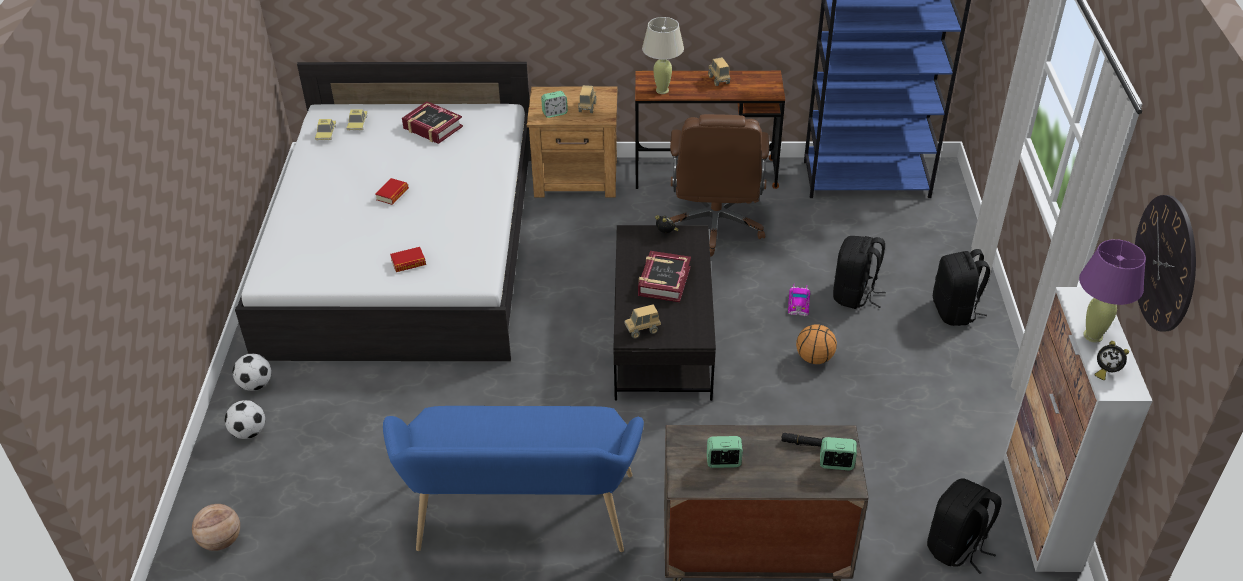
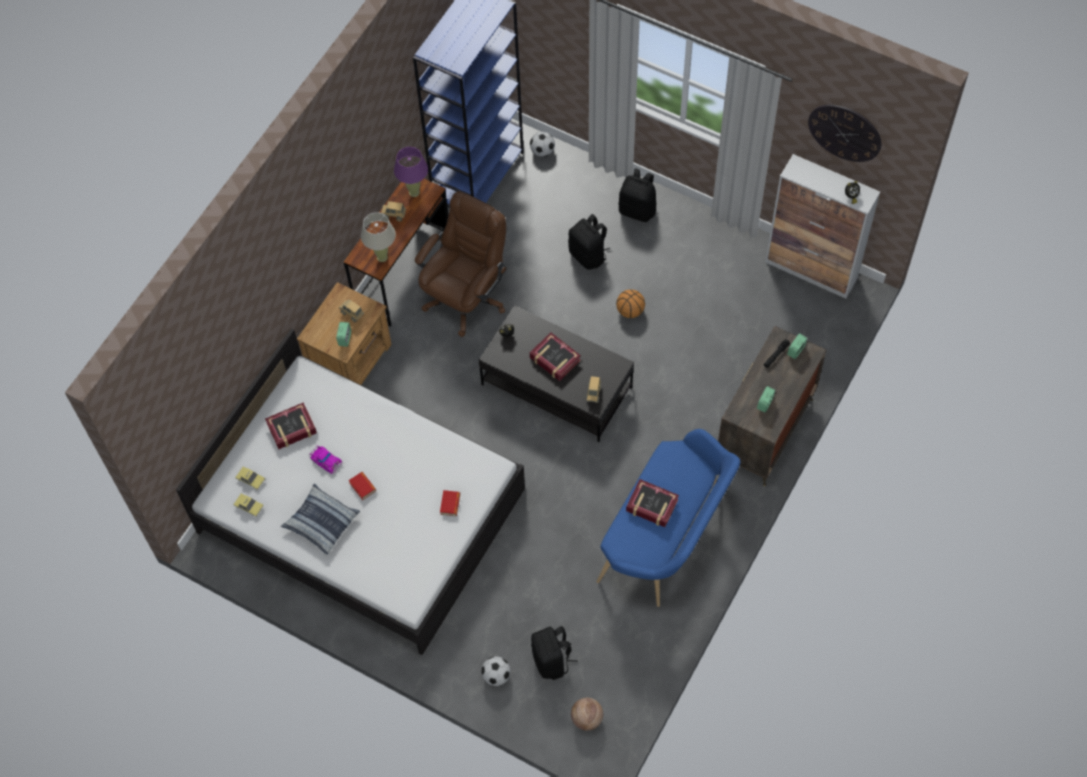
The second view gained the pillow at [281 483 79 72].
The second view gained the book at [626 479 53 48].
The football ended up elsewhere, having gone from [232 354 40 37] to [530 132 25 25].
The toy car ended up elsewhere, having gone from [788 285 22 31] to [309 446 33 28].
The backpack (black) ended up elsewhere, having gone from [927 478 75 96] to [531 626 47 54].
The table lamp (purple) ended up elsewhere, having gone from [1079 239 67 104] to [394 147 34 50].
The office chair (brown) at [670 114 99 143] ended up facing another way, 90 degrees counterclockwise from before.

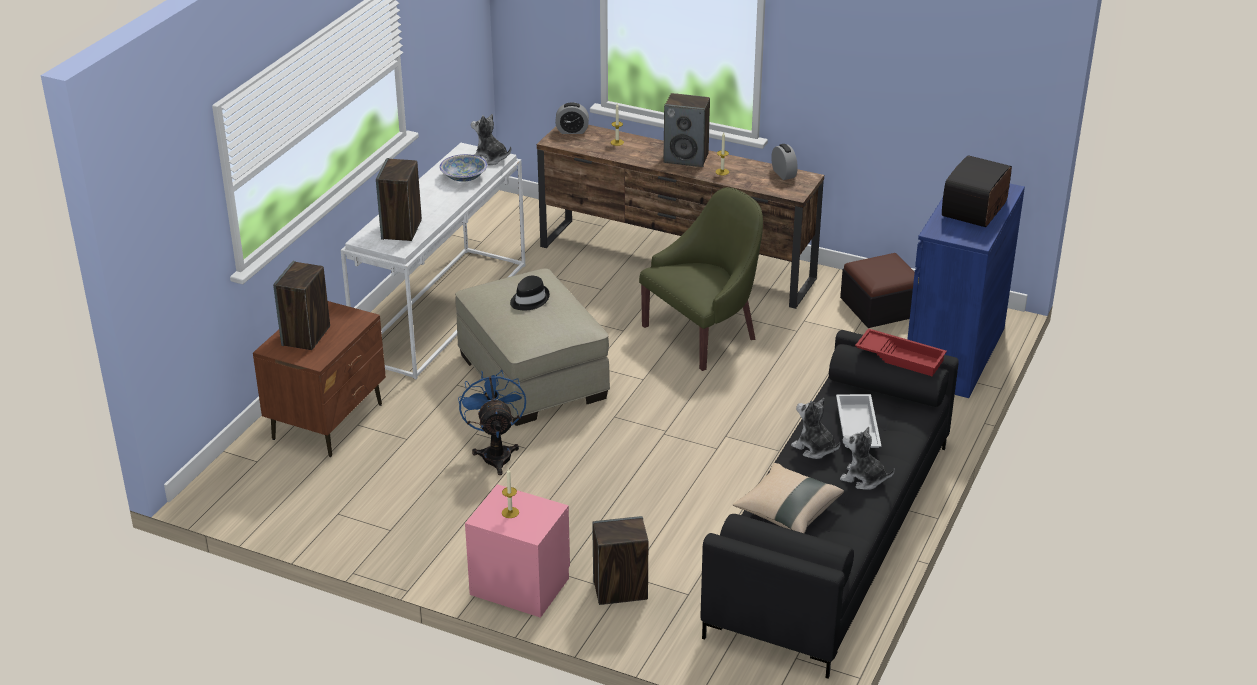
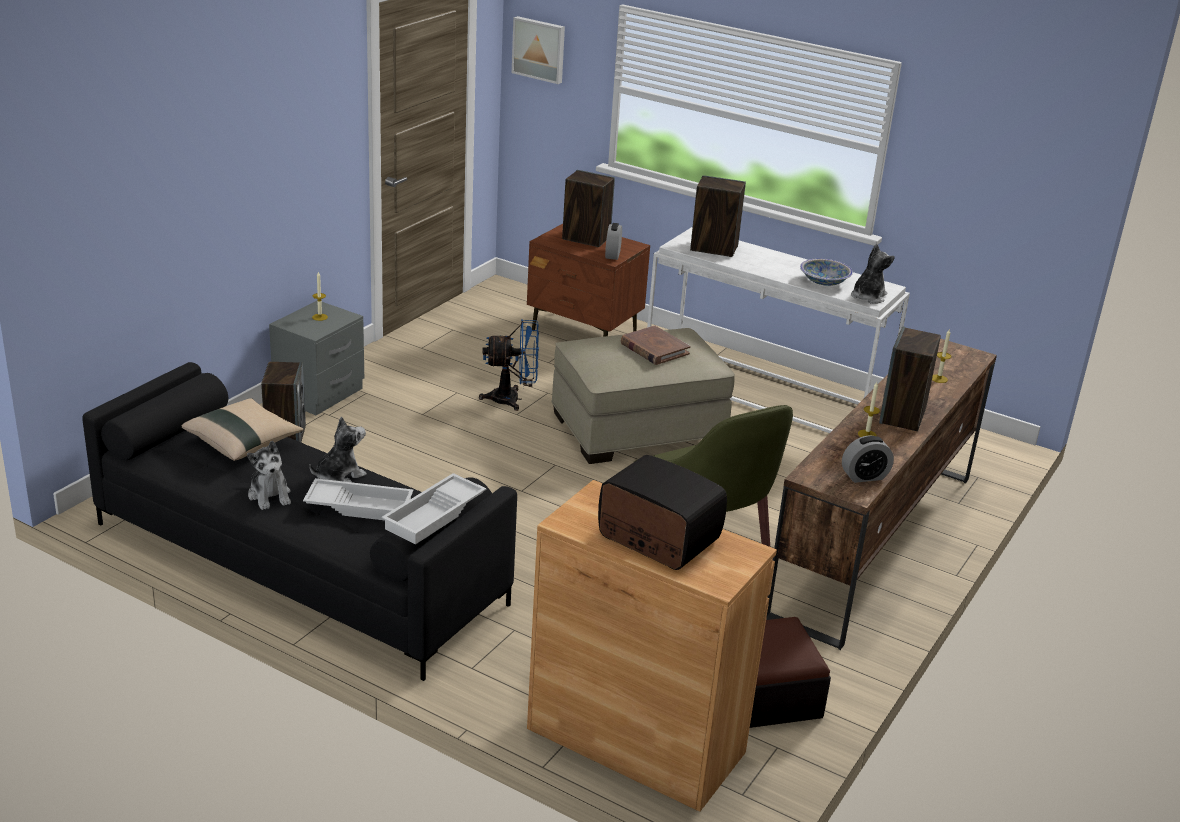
The second view gained the picture at [512 16 53 68].
The alarm clock ended up elsewhere, having gone from [555 102 34 32] to [605 223 17 37].
Where the hat (black) stood at [510 276 40 34], the book (brown) came to stand at [621 325 70 40].
What was the nightstand (pink) at [465 484 105 134] turned into the nightstand (grey) at [269 301 95 114].
What was the tray (red) at [855 328 92 48] turned into the tray (white) at [382 473 104 72].
What was the cabinet (blue) at [908 184 117 214] turned into the cabinet (brown) at [527 480 250 332].
The plush toy at [840 426 55 64] ended up facing another way, 120 degrees clockwise from before.

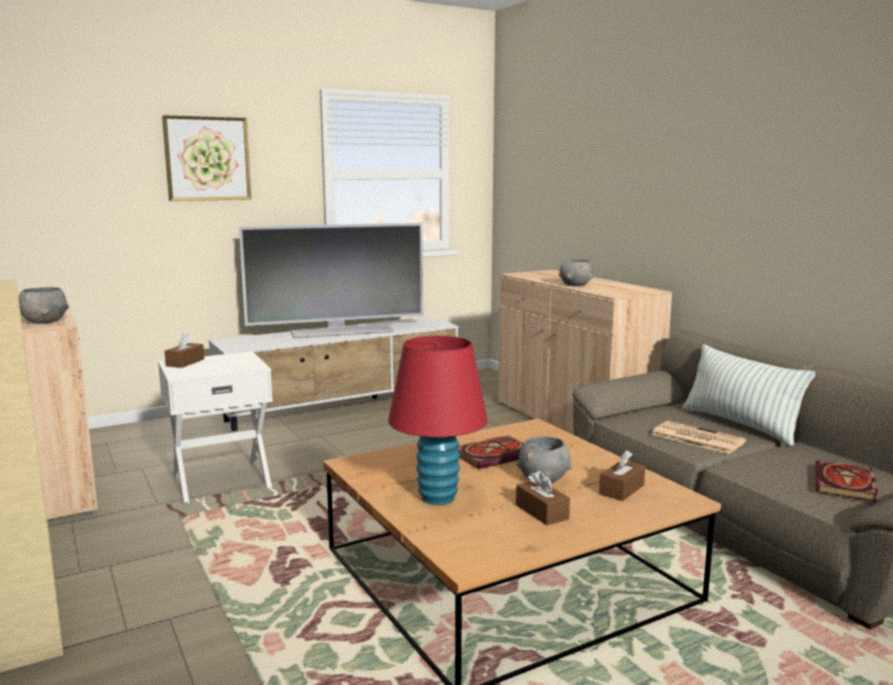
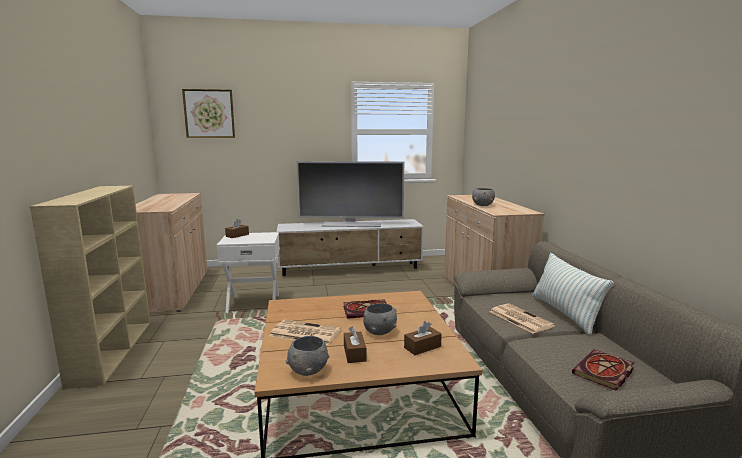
The bowl (grey) ended up elsewhere, having gone from [19 287 50 36] to [286 336 44 40].
The picture ended up elsewhere, having gone from [162 115 89 86] to [182 89 53 49].
Where the table lamp (red) stood at [388 336 100 169], the newspaper came to stand at [269 320 72 25].

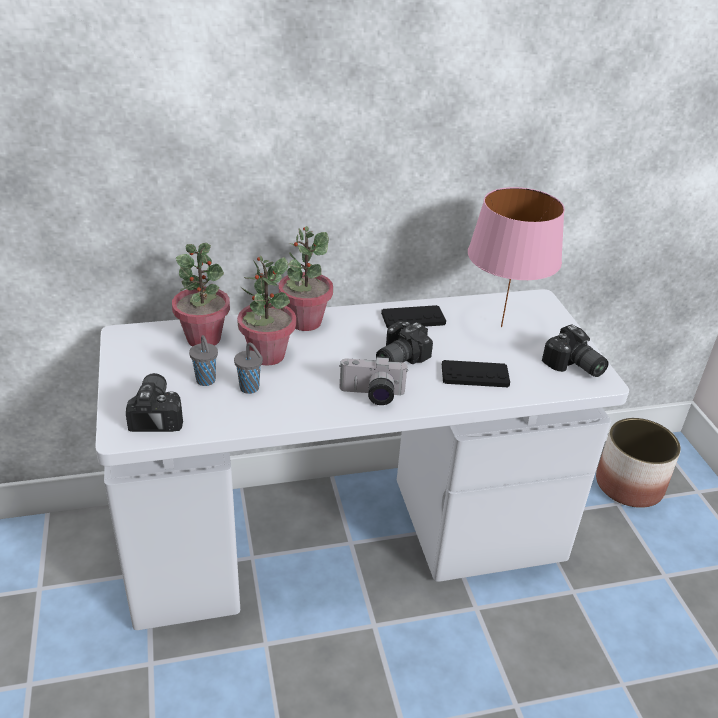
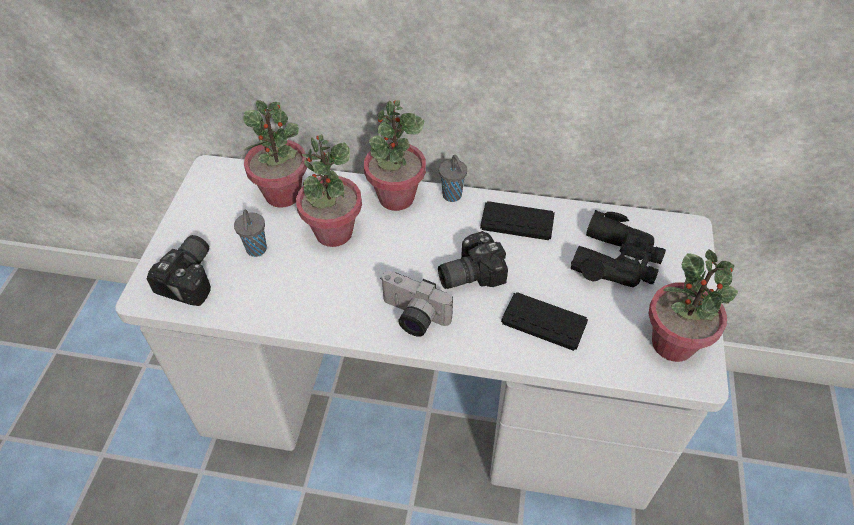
The second view lost the planter at [596 418 85 90].
The cup (grey) ended up elsewhere, having gone from [234 342 29 52] to [439 155 28 47].
Where the table lamp (pink) stood at [468 187 97 140], the binoculars (black) came to stand at [571 210 95 77].
Where the photo camera stood at [542 324 67 53], the potted plant came to stand at [648 249 90 113].

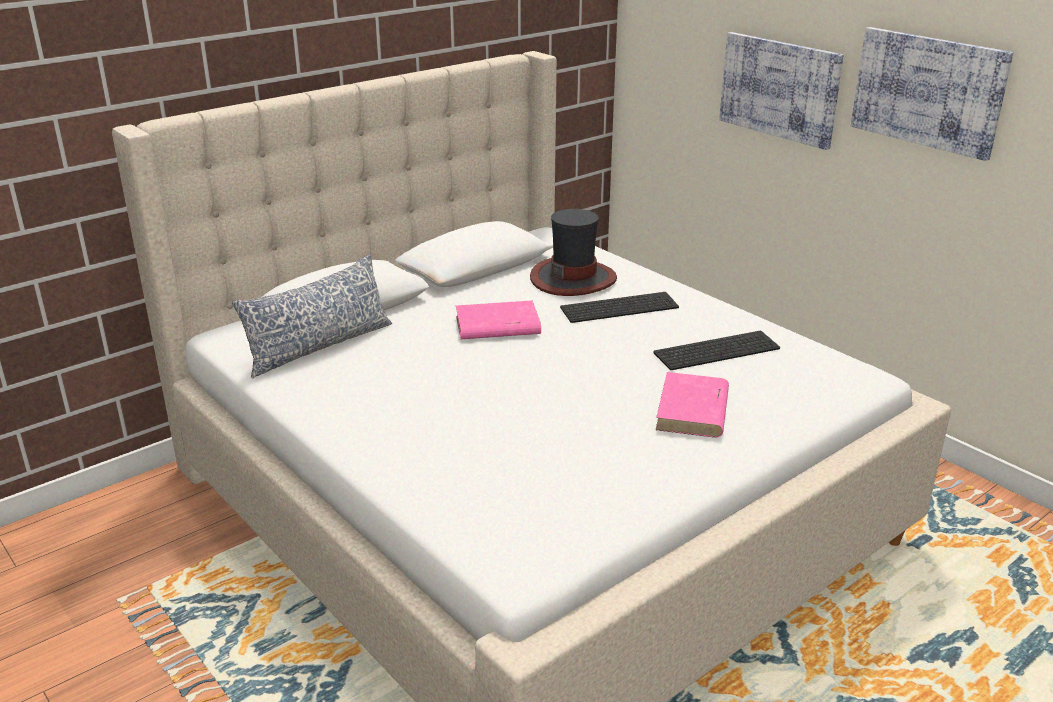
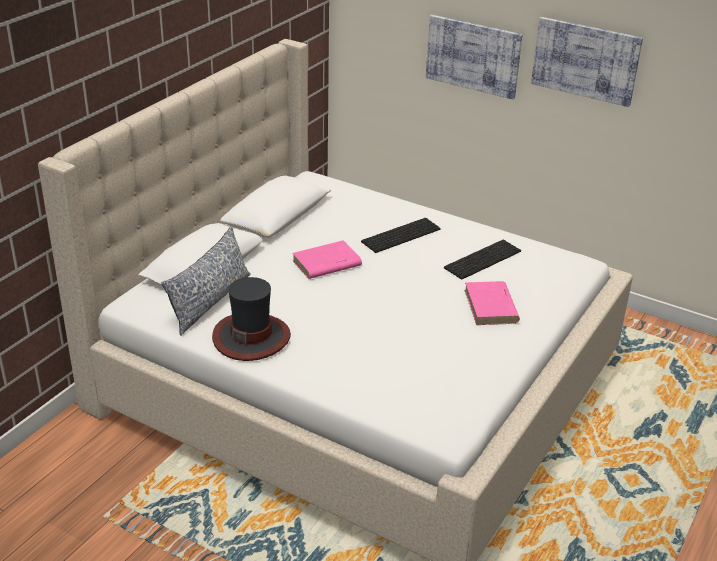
The hat ended up elsewhere, having gone from [530 209 87 87] to [212 277 79 84].

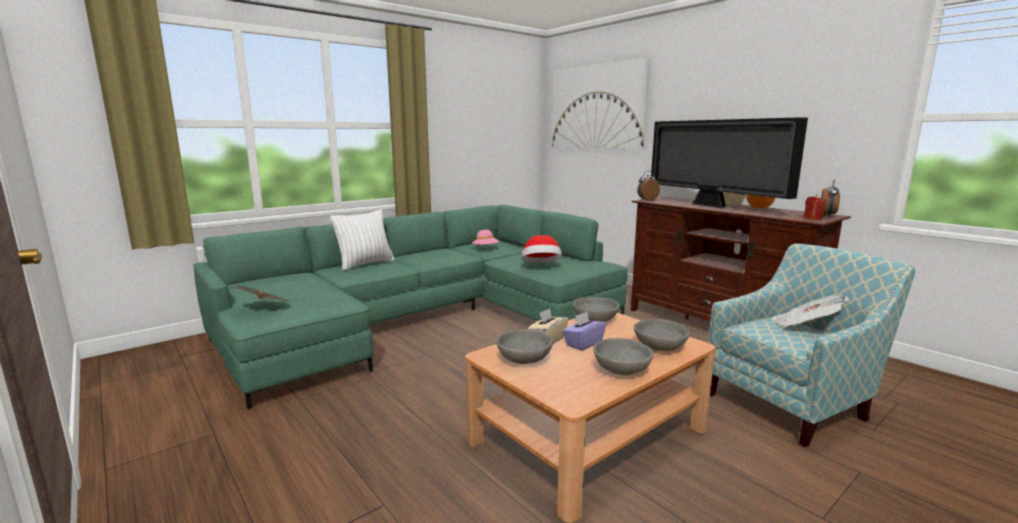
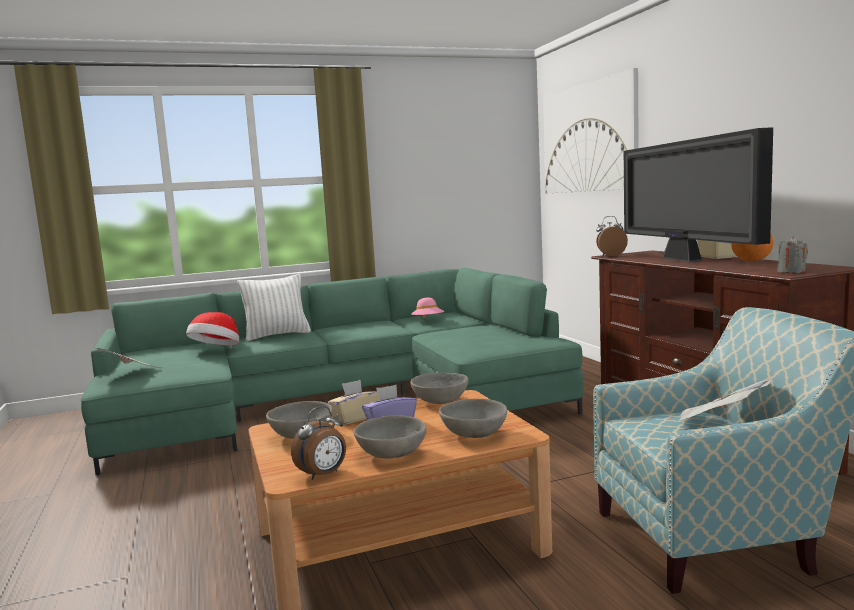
The hat ended up elsewhere, having gone from [521 235 41 28] to [186 312 53 34].
The alarm clock ended up elsewhere, having gone from [821 179 19 38] to [291 406 55 74].
What was the candle (red) at [803 194 23 26] turned into the candle (grey) at [778 236 30 37].

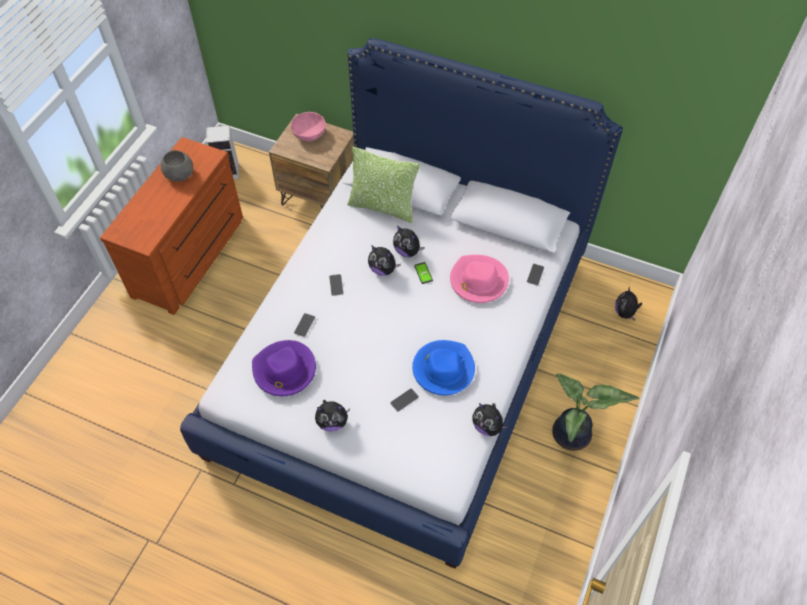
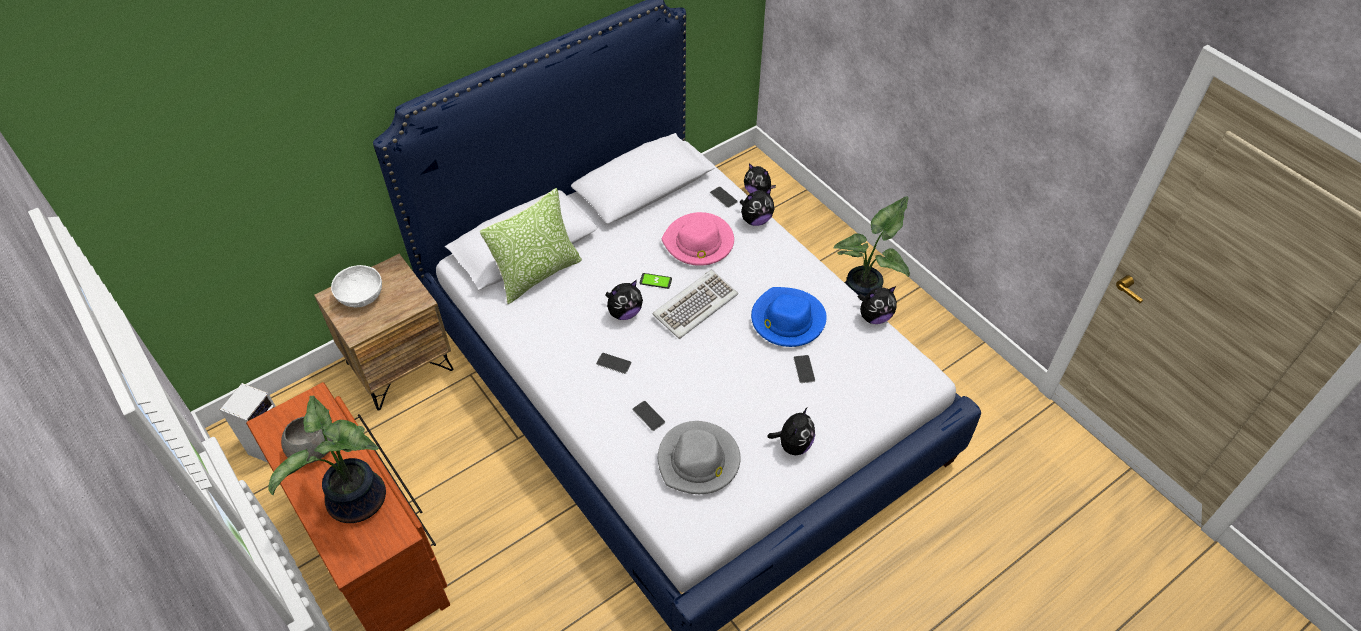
The second view gained the potted plant at [268 396 118 127].
The second view gained the keyboard at [652 270 86 69].
The plush toy ended up elsewhere, having gone from [393 226 32 31] to [739 188 35 38].
What was the hat (purple) at [252 340 64 56] turned into the hat (grey) at [658 421 83 73].
What was the bowl (pink) at [290 112 36 29] turned into the bowl (white) at [331 265 51 42].

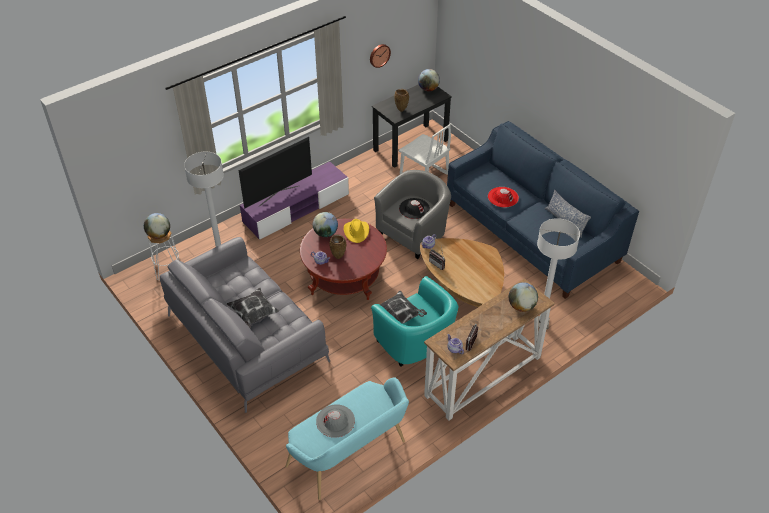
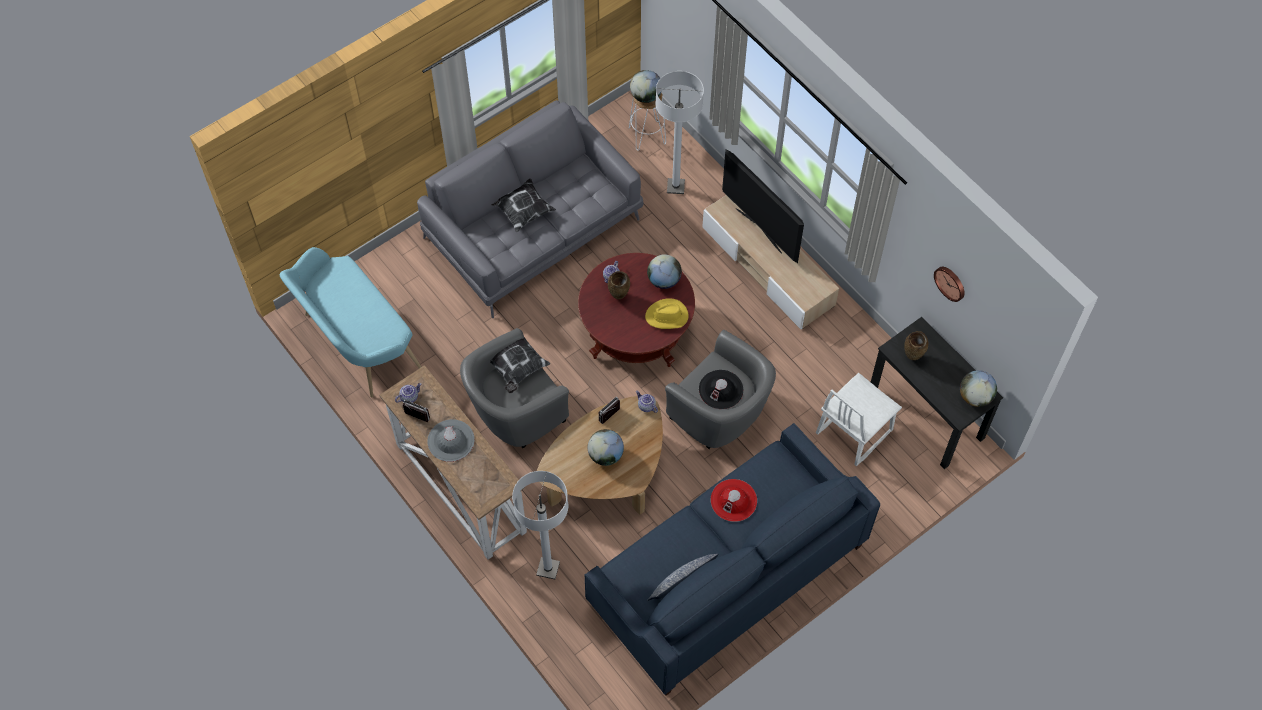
The hat (grey) ended up elsewhere, having gone from [316 404 39 34] to [427 419 48 43].
The globe ended up elsewhere, having gone from [509 282 29 30] to [588 429 36 37].
What was the tv stand (purple) at [240 162 109 78] turned into the tv stand (beige) at [702 195 137 134].
What was the armchair (turquoise) at [371 276 87 91] turned into the armchair (grey) at [460 328 109 120].

